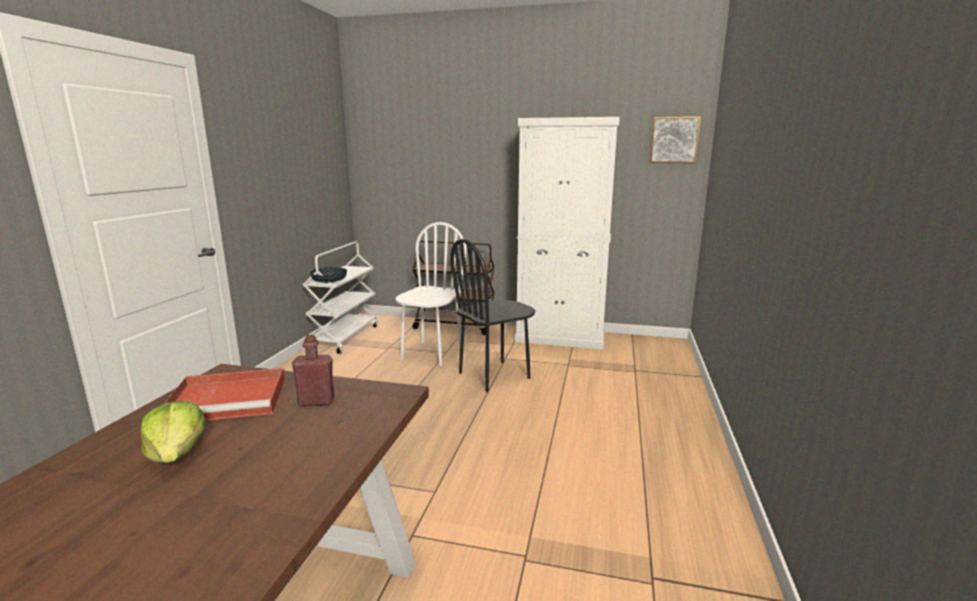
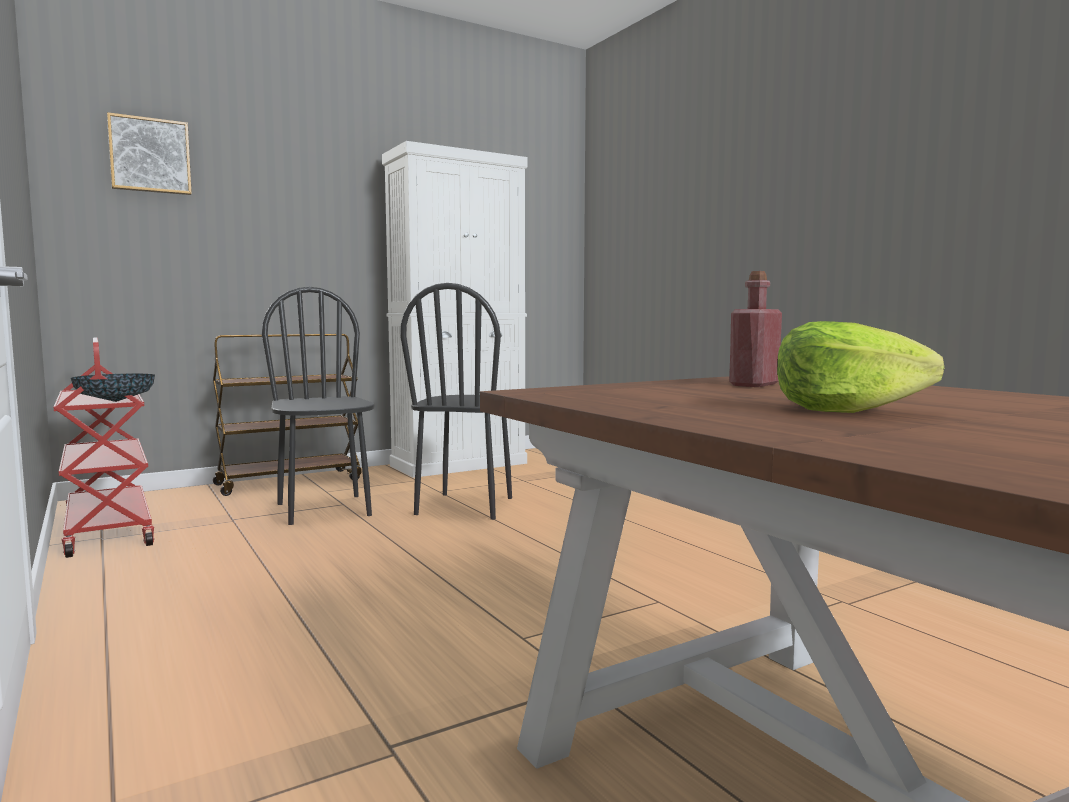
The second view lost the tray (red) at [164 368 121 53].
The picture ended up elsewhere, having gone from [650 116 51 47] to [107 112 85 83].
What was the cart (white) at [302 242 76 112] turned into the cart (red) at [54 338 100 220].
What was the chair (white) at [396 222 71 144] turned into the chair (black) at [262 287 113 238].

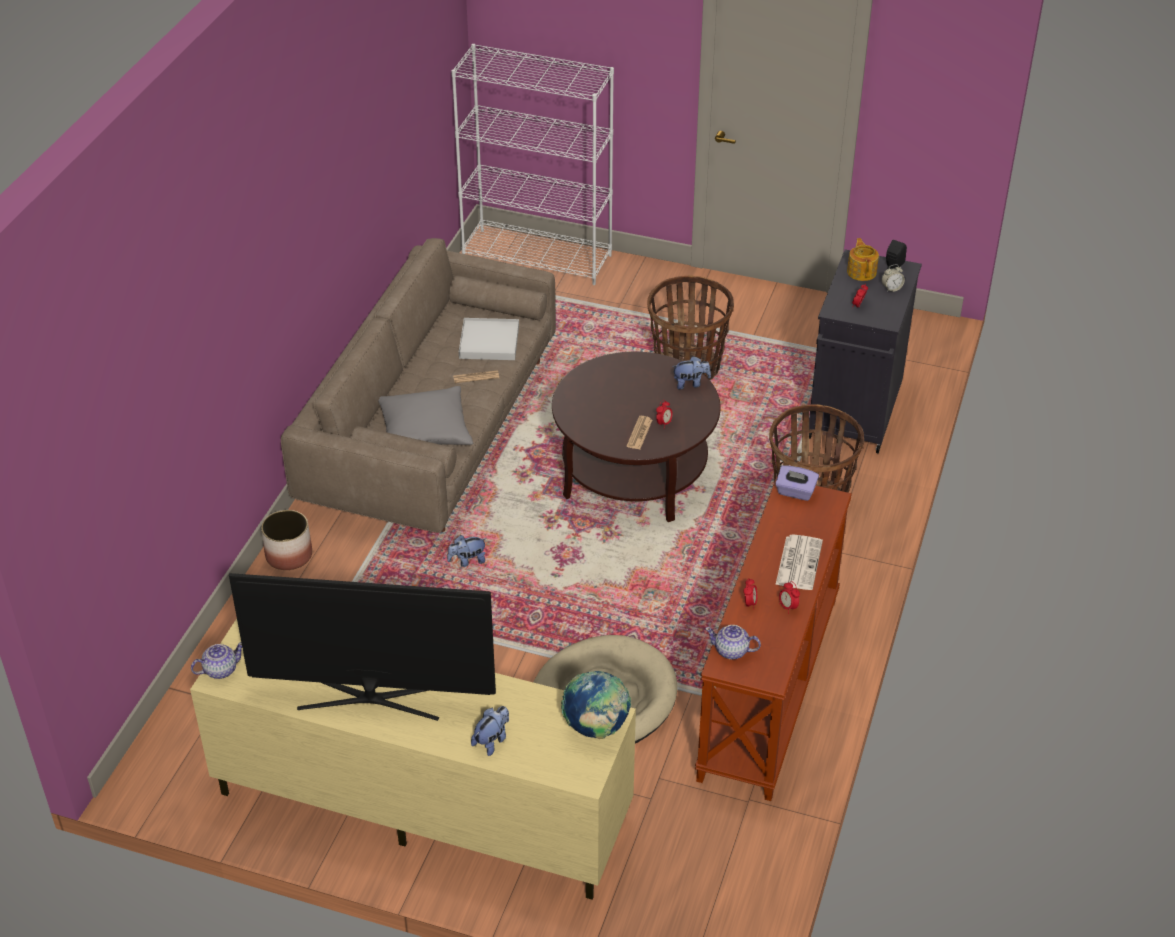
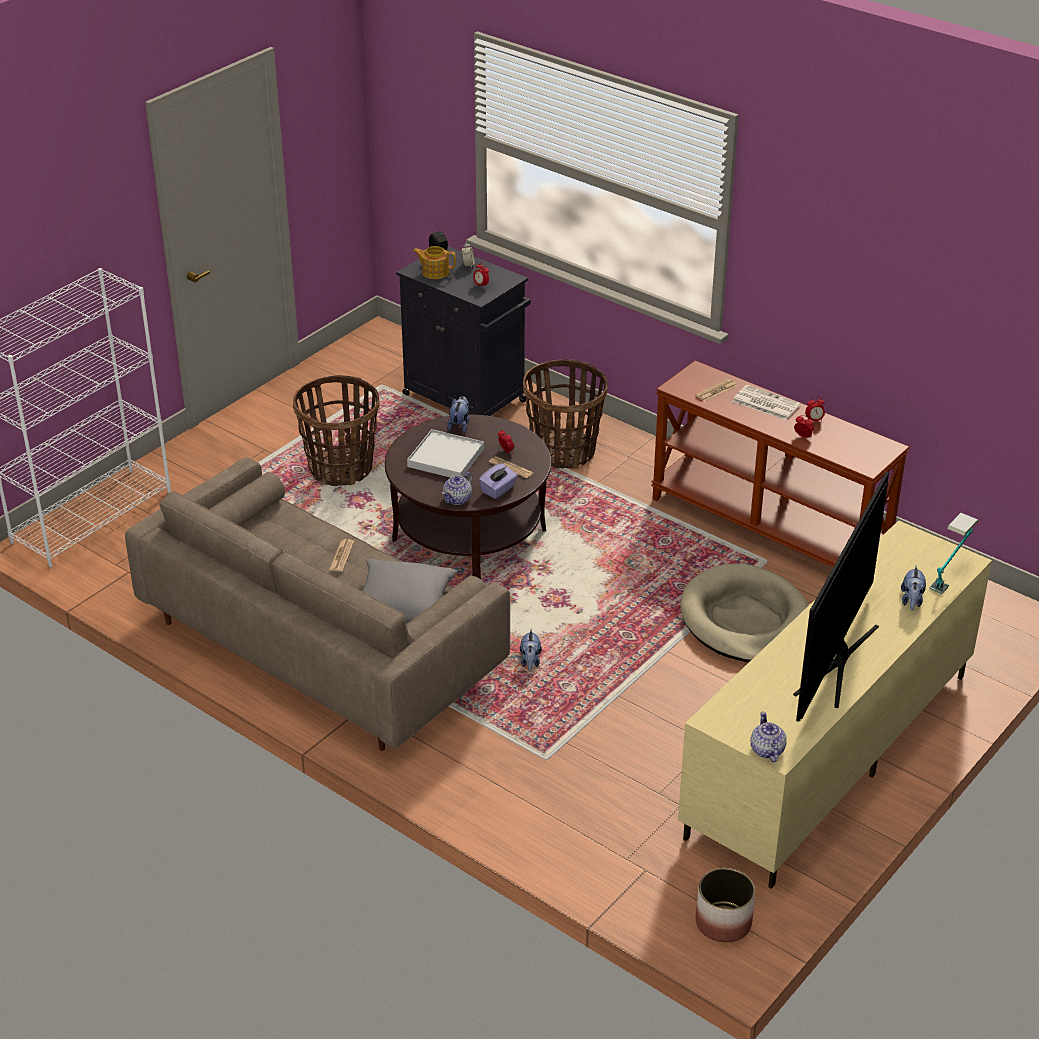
The second view lost the globe at [561 671 70 68].
The second view gained the newspaper at [695 379 42 23].
The second view gained the table lamp at [930 513 48 81].
The planter ended up elsewhere, having gone from [261 510 51 60] to [696 868 59 75].
The tray (white) ended up elsewhere, having gone from [459 318 60 42] to [407 429 77 48].
The teapot ended up elsewhere, having gone from [705 625 56 35] to [442 472 30 33].
The tissue box (purple) ended up elsewhere, having gone from [775 465 44 36] to [479 463 38 36].
The plush toy at [471 706 38 50] ended up facing another way, 135 degrees counterclockwise from before.

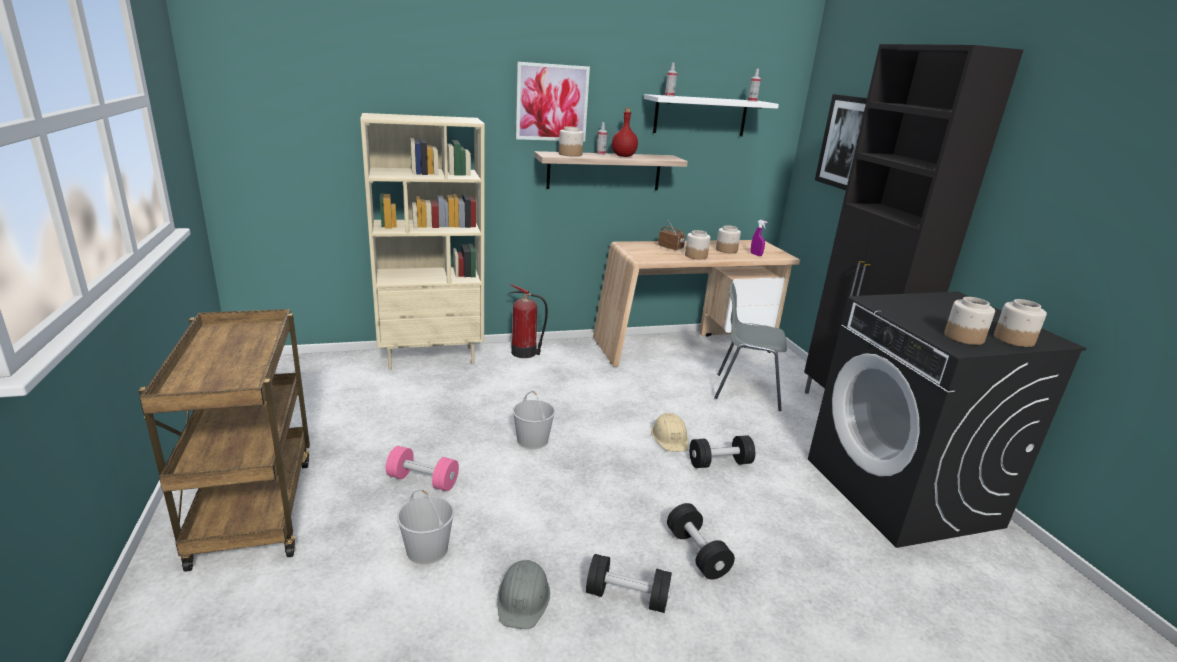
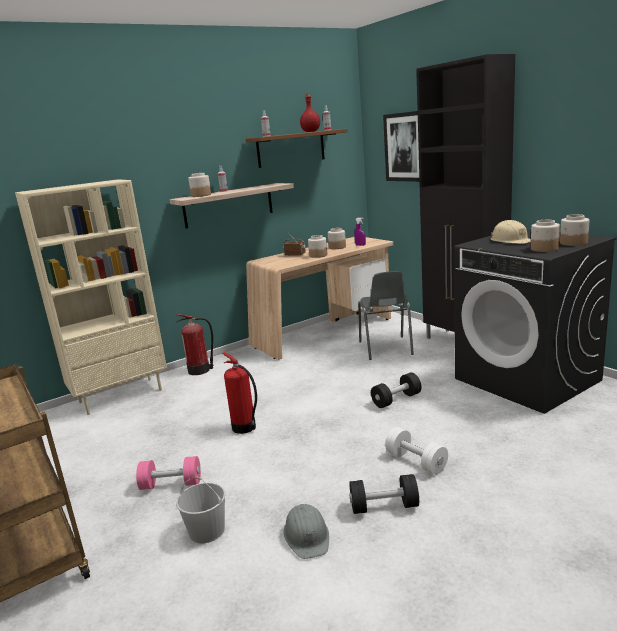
The second view lost the picture at [516 62 74 80].
The bottle (red) ended up elsewhere, having gone from [612 108 26 49] to [300 93 20 39].
The hard hat (beige) ended up elsewhere, having gone from [651 413 37 39] to [491 220 40 24].
Where the bucket (white) stood at [513 391 42 58], the fire extinguisher came to stand at [222 352 35 82].
What was the shelf (white) at [644 94 135 42] turned into the shelf (brown) at [246 129 102 39].
What was the dumbbell (black) at [667 503 68 77] turned into the dumbbell (white) at [385 427 63 48].
The chair (grey) at [714 283 73 128] ended up facing another way, 90 degrees counterclockwise from before.

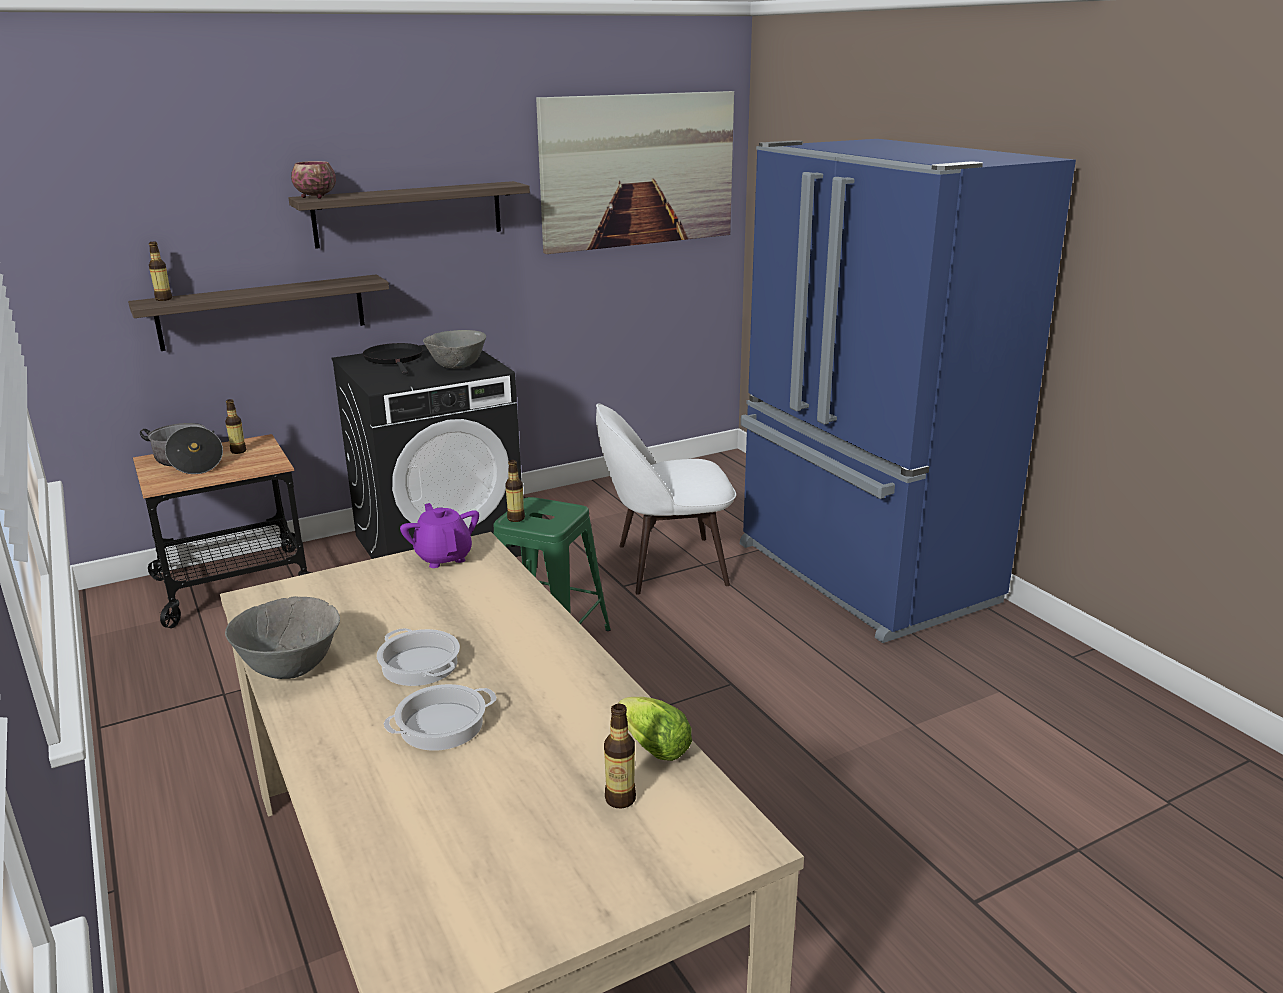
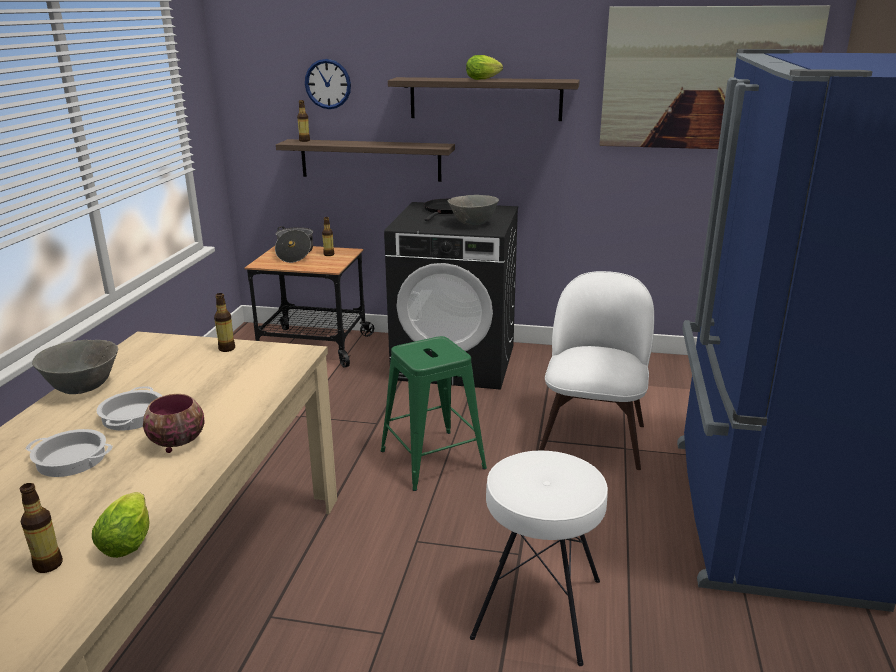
The second view lost the teapot (purple) at [400 503 79 65].
The second view gained the wall clock at [305 59 46 50].
The second view gained the lettuce at [466 55 37 25].
The second view gained the stool (white) at [470 451 138 215].
The bowl ended up elsewhere, having gone from [291 161 45 38] to [143 394 62 59].
The bottle ended up elsewhere, having gone from [505 460 20 62] to [214 293 21 59].
The chair (white) at [596 404 140 191] ended up facing another way, 75 degrees clockwise from before.

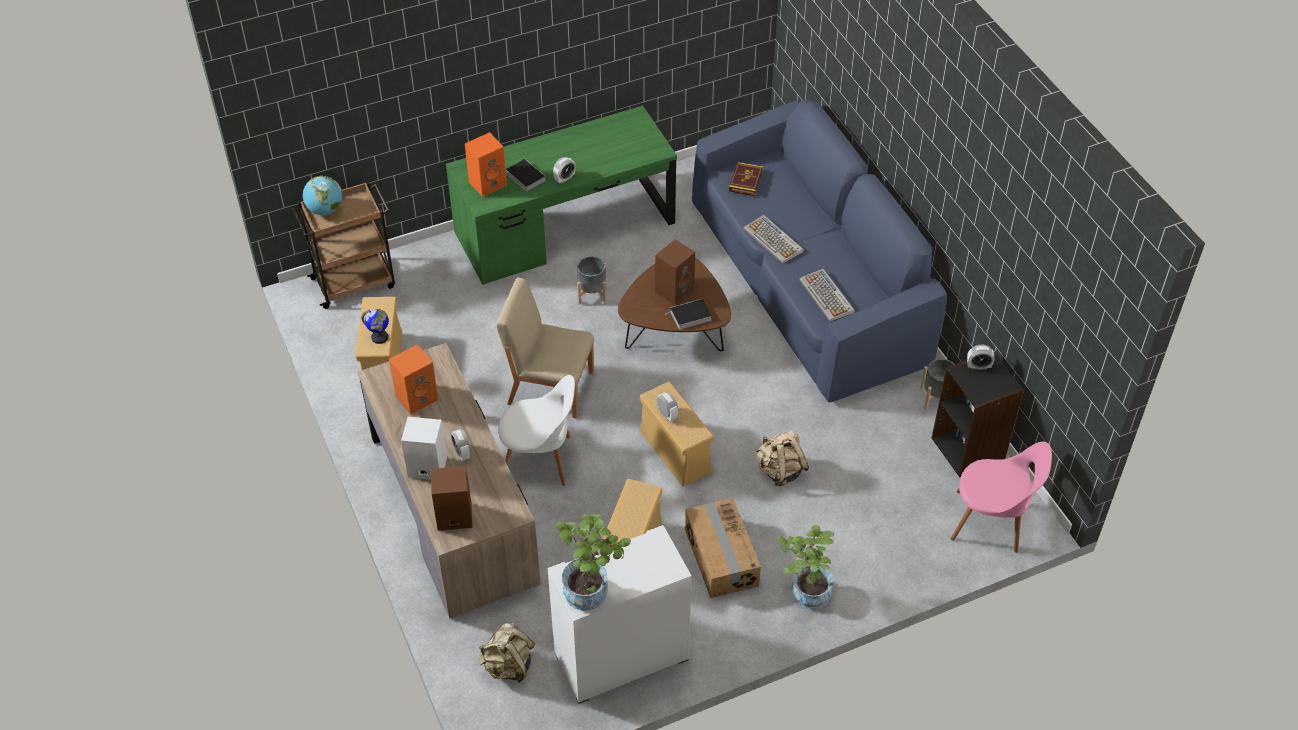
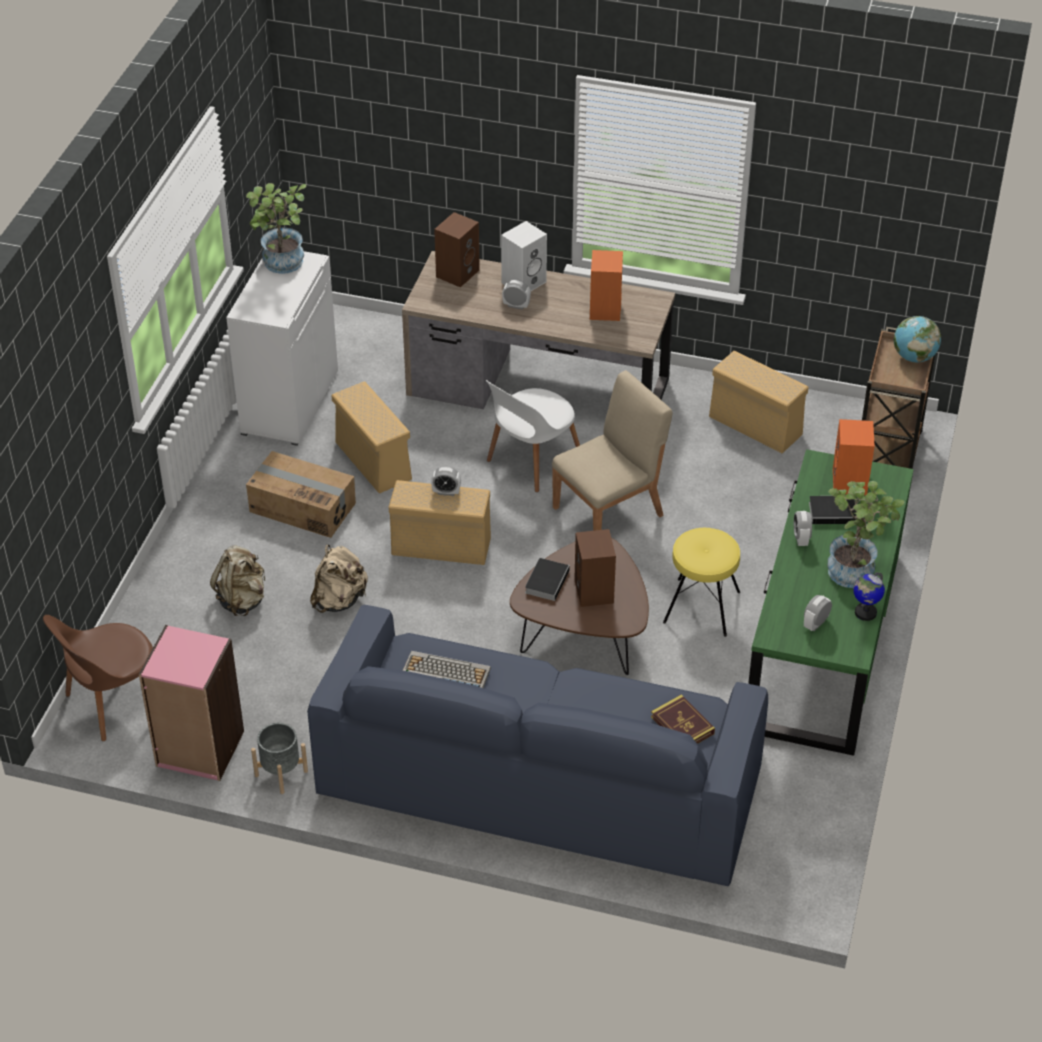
The second view lost the keyboard at [744 215 60 49].
The globe ended up elsewhere, having gone from [361 309 28 35] to [853 572 32 49].
The backpack (beige) ended up elsewhere, having gone from [479 623 56 60] to [210 546 56 70].
The potted plant ended up elsewhere, having gone from [777 525 58 85] to [827 481 77 107].
The alarm clock ended up elsewhere, having gone from [967 345 28 25] to [804 595 28 36].
Where the planter (grey) stood at [577 256 29 49], the stool (yellow) came to stand at [663 528 77 109].
What was the bookcase (black) at [932 352 92 126] turned into the bookcase (pink) at [139 625 105 156].
What was the chair (pink) at [951 441 101 112] turned into the chair (brown) at [43 615 110 126].

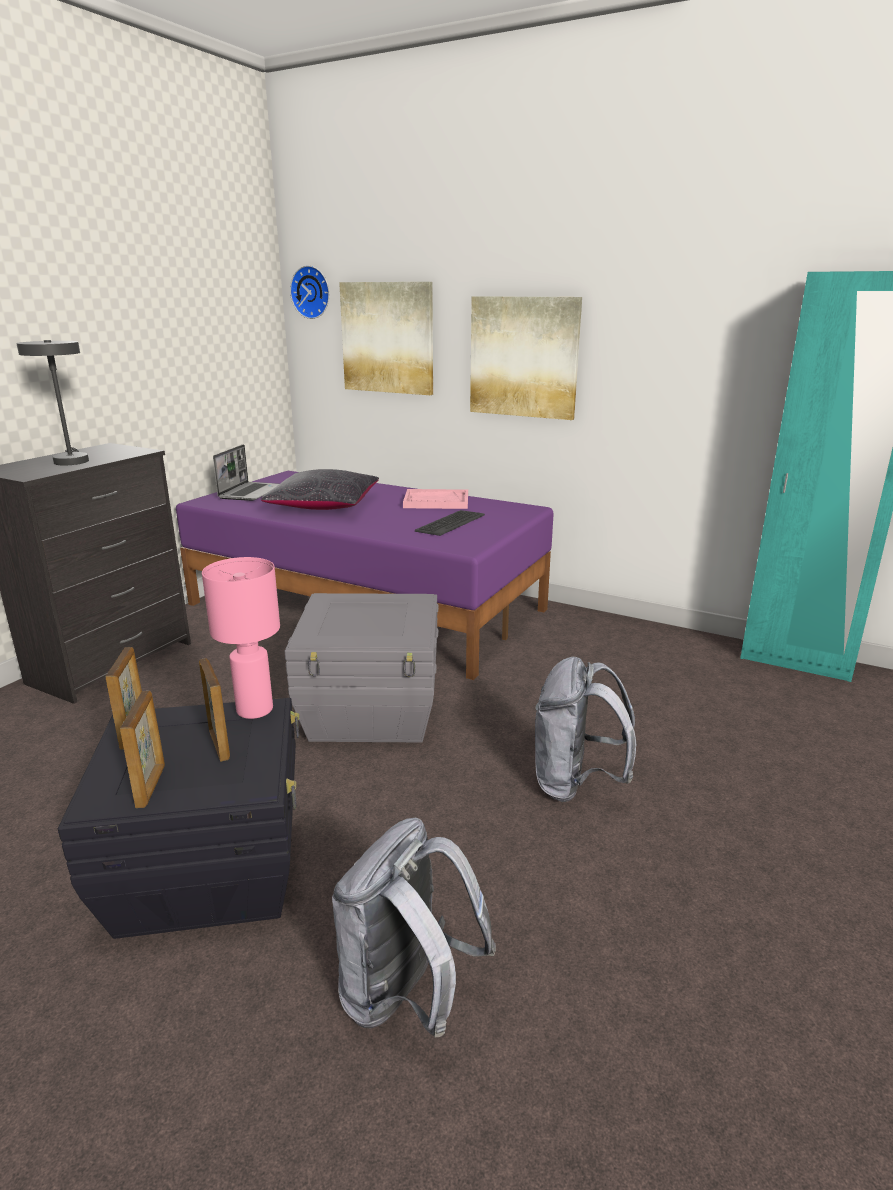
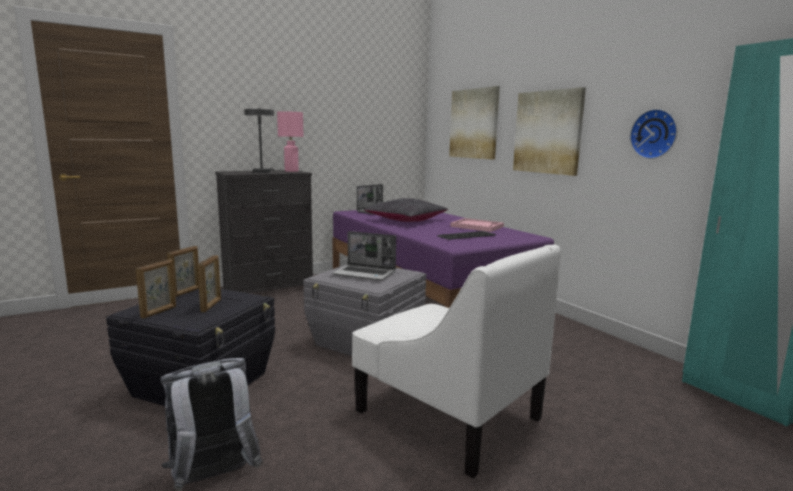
The second view gained the laptop at [332 231 64 50].
The table lamp (pink) ended up elsewhere, having gone from [202 557 78 162] to [277 111 27 61].
The wall clock ended up elsewhere, having gone from [290 265 40 54] to [630 109 47 50].
Where the backpack (grey) stood at [535 657 101 145], the armchair (white) came to stand at [352 244 209 234].

